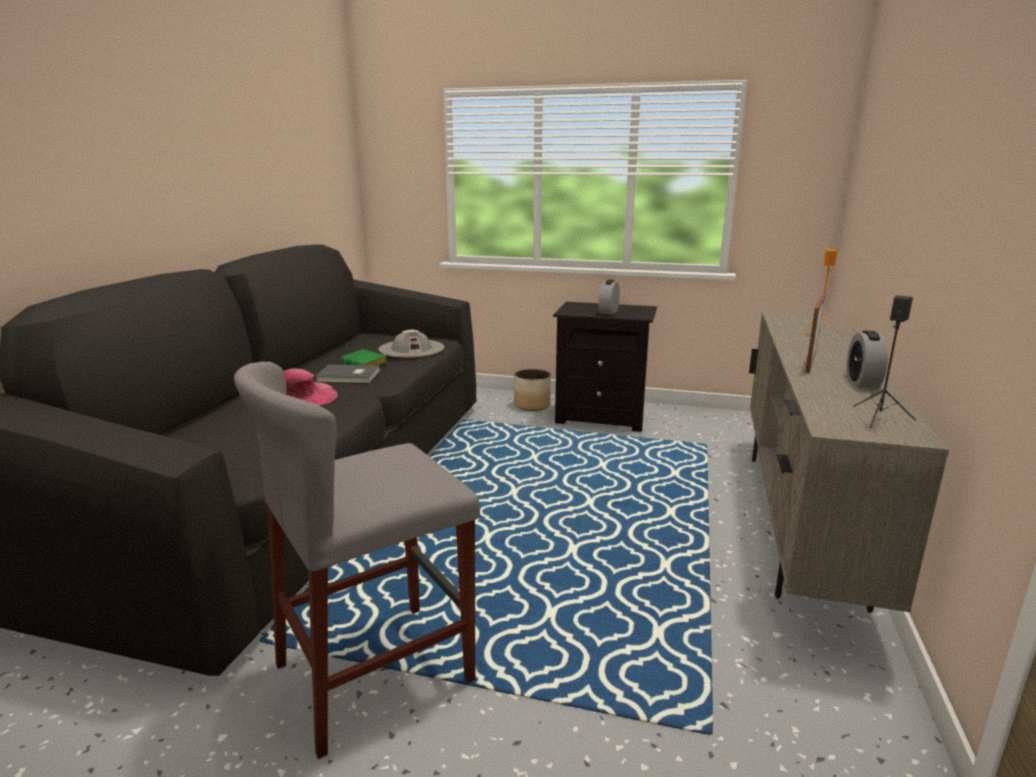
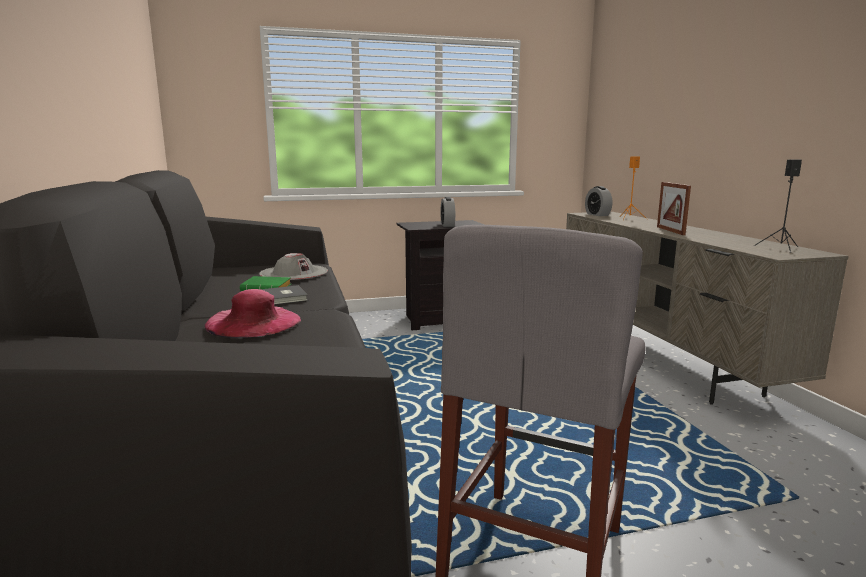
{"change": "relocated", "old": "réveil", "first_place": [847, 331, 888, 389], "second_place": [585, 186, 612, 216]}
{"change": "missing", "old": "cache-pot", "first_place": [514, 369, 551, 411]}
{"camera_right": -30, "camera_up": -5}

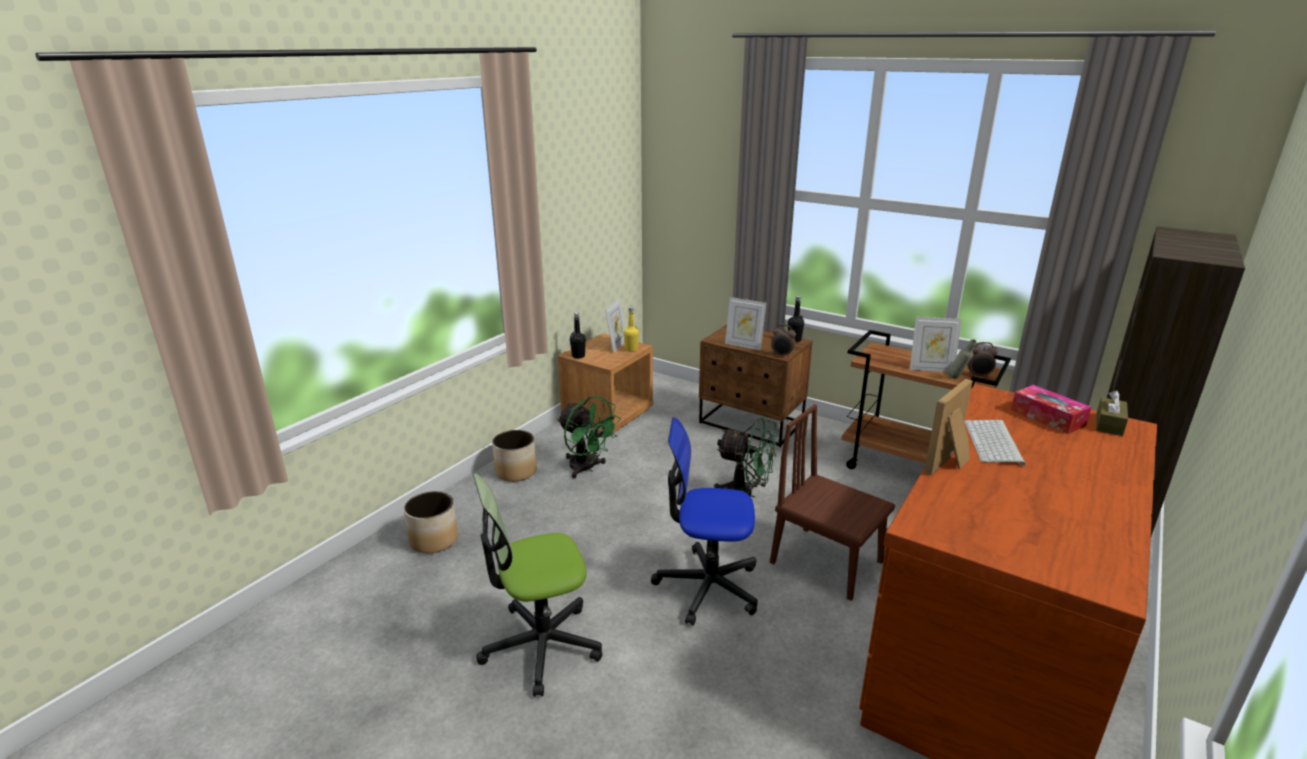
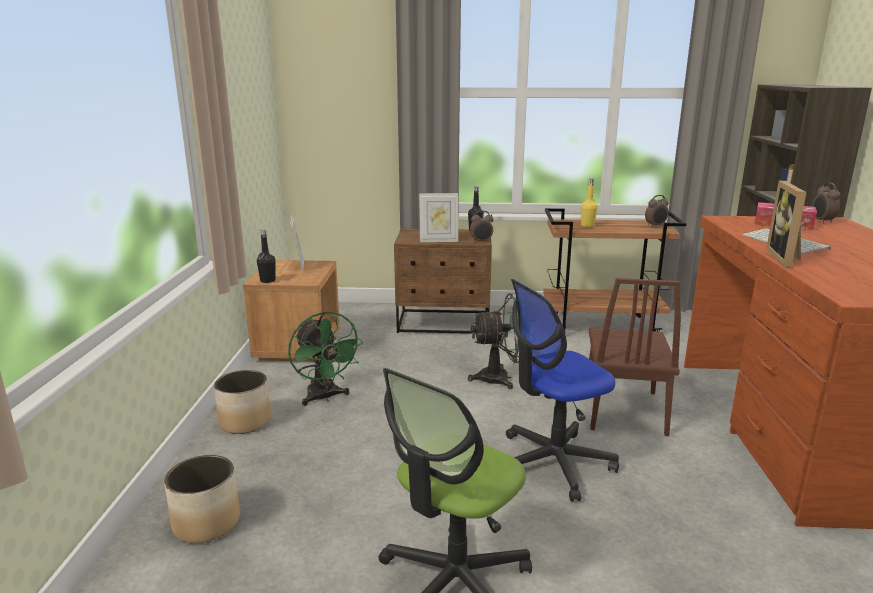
{"change": "spun", "old": "ventilateur/vert", "first_place": [557, 396, 621, 478], "second_place": [288, 311, 363, 406], "degrees": 45}
{"change": "relocated", "old": "bouteille/jaune", "first_place": [623, 307, 639, 352], "second_place": [581, 178, 598, 227]}
{"change": "spun", "old": "chaise/marron", "first_place": [770, 404, 895, 601], "second_place": [589, 278, 681, 436], "degrees": -90}
{"change": "exchanged", "old": "boîte à mouchoirs/marron", "new": "réveil", "first_place": [1096, 390, 1128, 436], "second_place": [812, 182, 840, 224]}
{"change": "missing", "old": "cadre photo", "first_place": [910, 317, 962, 372]}
{"change": "missing", "old": "bouteille/gris", "first_place": [948, 339, 977, 379]}
{"camera_right": -30, "camera_up": -5}

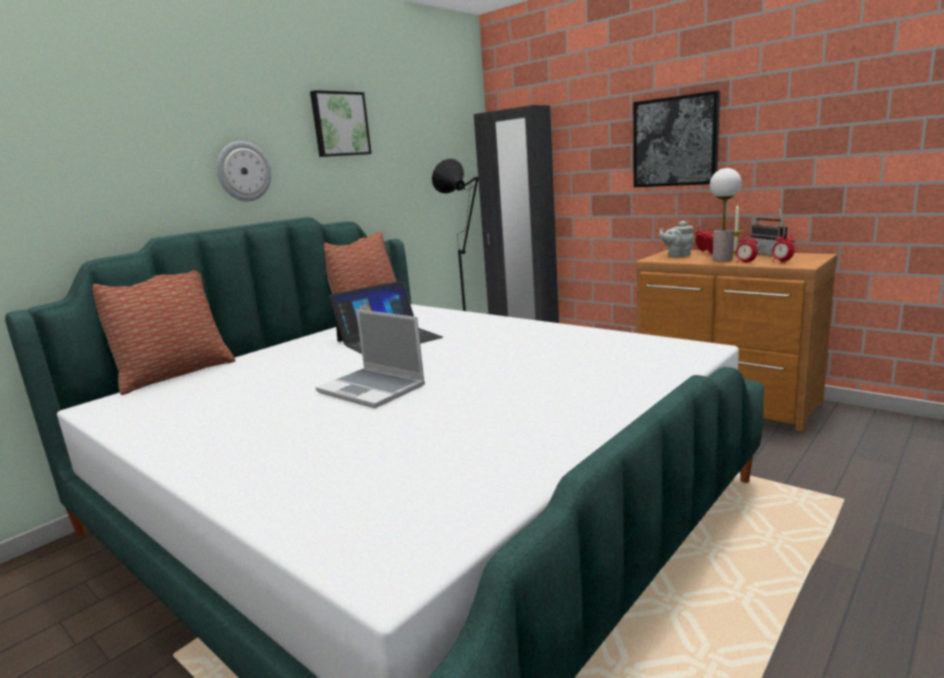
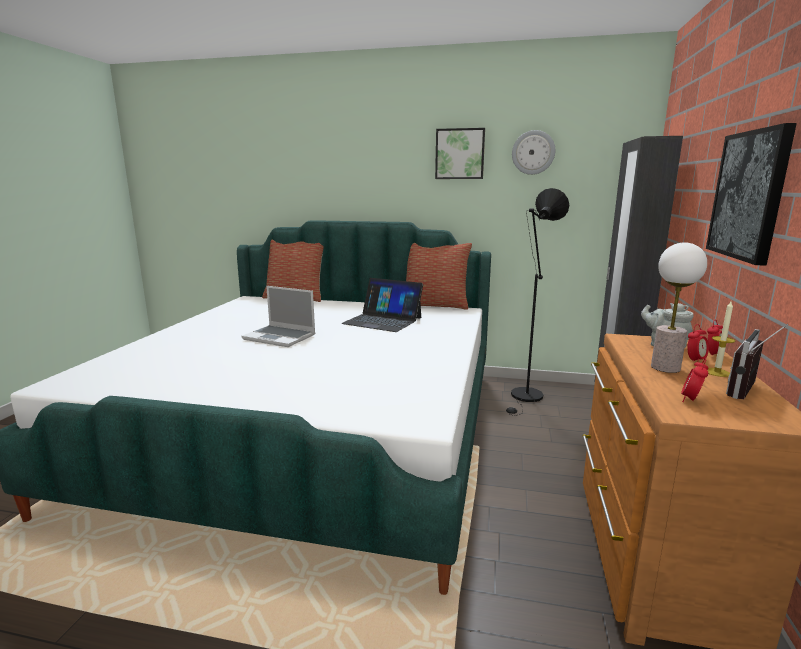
{"change": "spun", "old": "ordinateur portable", "first_place": [315, 309, 425, 408], "second_place": [241, 286, 315, 347], "degrees": -75}
{"change": "relocated", "old": "horloge murale", "first_place": [217, 141, 271, 201], "second_place": [512, 130, 555, 175]}
{"change": "missing", "old": "réveil", "first_place": [736, 234, 758, 264]}
{"camera_right": 60, "camera_up": 0}

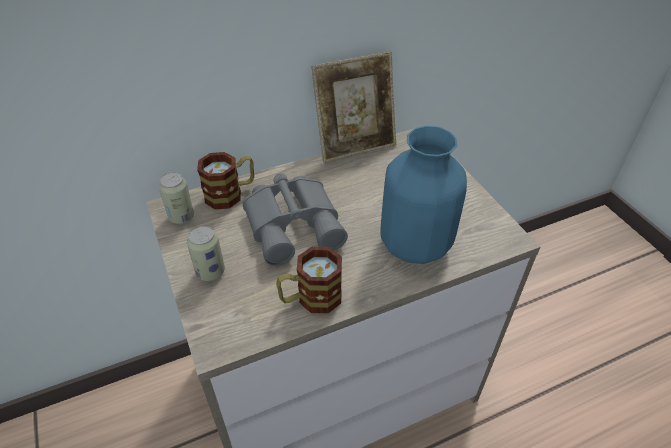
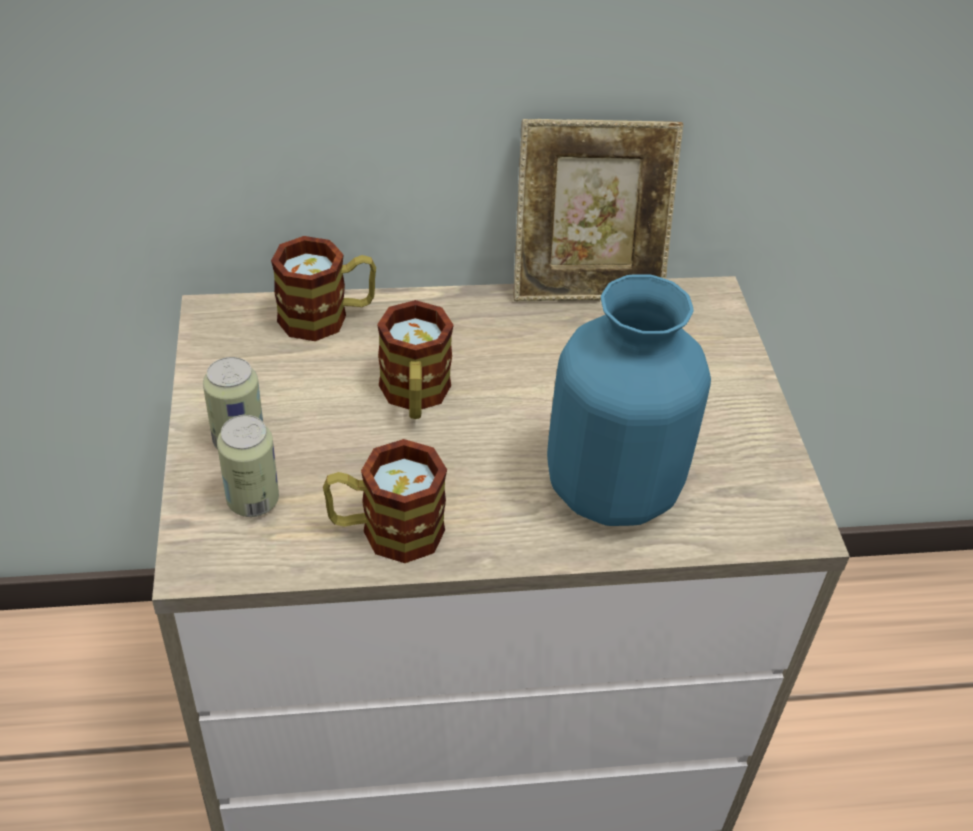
{"change": "relocated", "old": "boîte métallique", "first_place": [159, 172, 194, 224], "second_place": [217, 415, 279, 517]}
{"change": "exchanged", "old": "jumelles/gris", "new": "mug", "first_place": [243, 173, 348, 266], "second_place": [377, 300, 454, 419]}
{"camera_right": 15, "camera_up": 0}

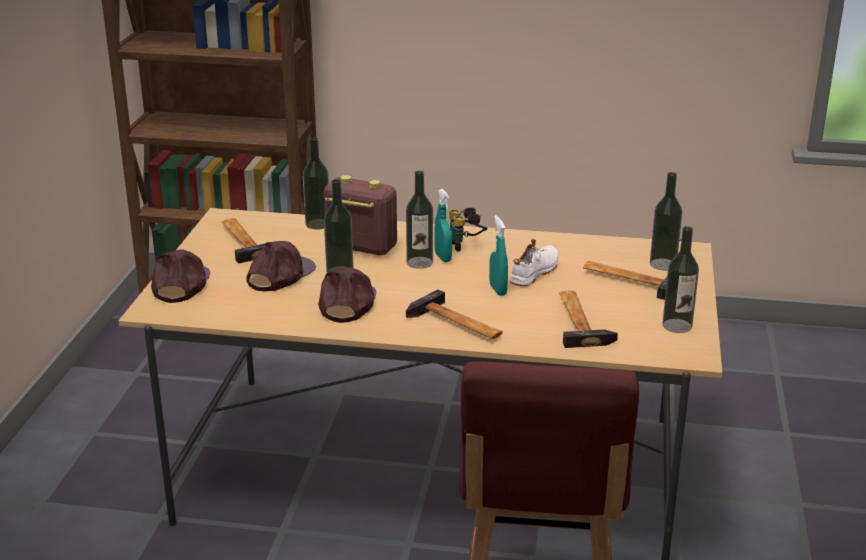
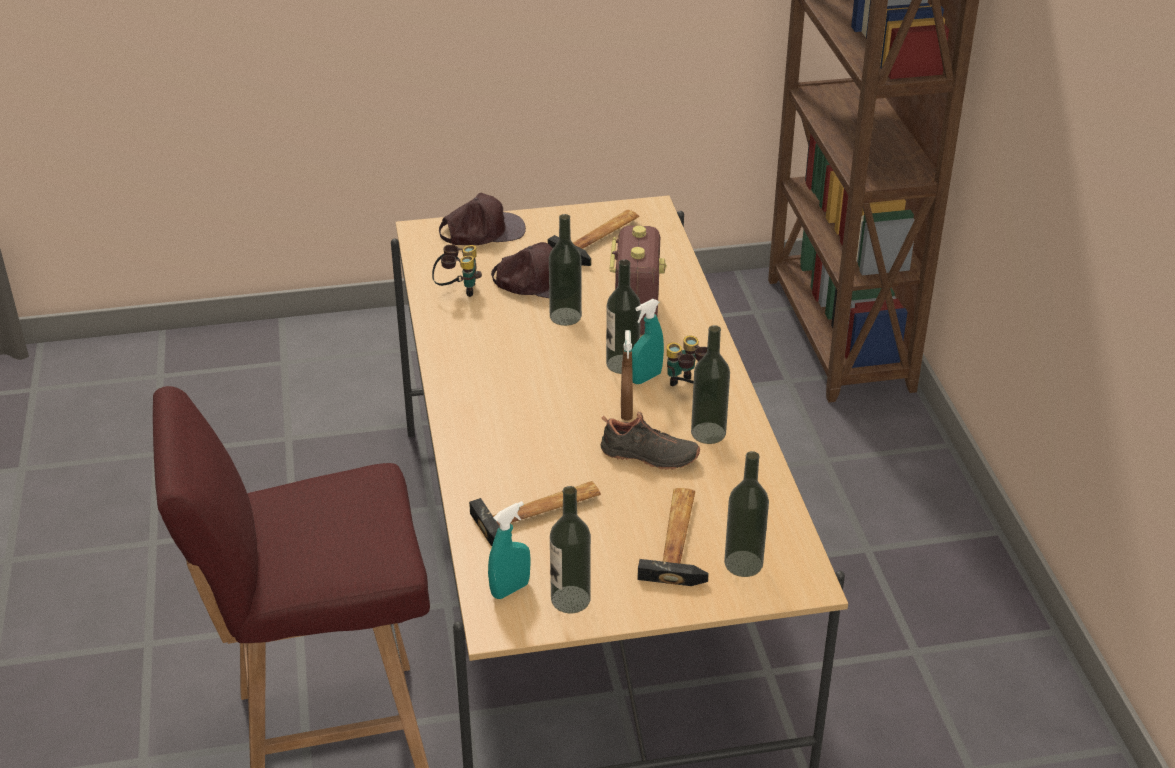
{"change": "appeared", "new": "jumelles", "second_place": [432, 245, 482, 297]}
{"change": "relocated", "old": "vaporisateur/turquoise", "first_place": [489, 215, 508, 296], "second_place": [488, 501, 531, 599]}
{"change": "colour", "old": "chaussure/blanc", "new": "chaussure/noir", "first_place": [510, 238, 558, 286], "second_place": [600, 411, 700, 470]}
{"change": "appeared", "new": "vaporisateur/marron", "second_place": [621, 330, 633, 421]}
{"change": "relocated", "old": "bouteille", "first_place": [303, 137, 329, 230], "second_place": [691, 325, 730, 444]}
{"change": "missing", "old": "casquette/marron", "first_place": [318, 267, 376, 323]}
{"change": "missing", "old": "marteau", "first_place": [406, 289, 503, 339]}
{"camera_right": 70, "camera_up": 10}

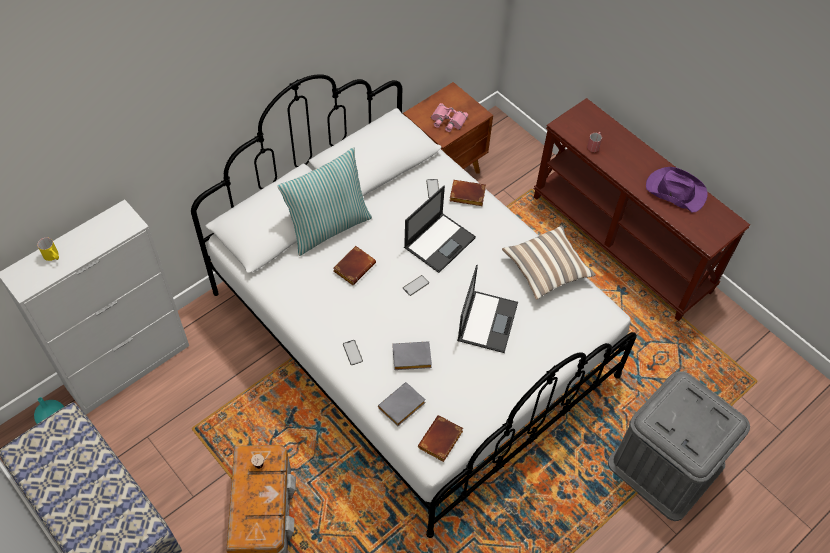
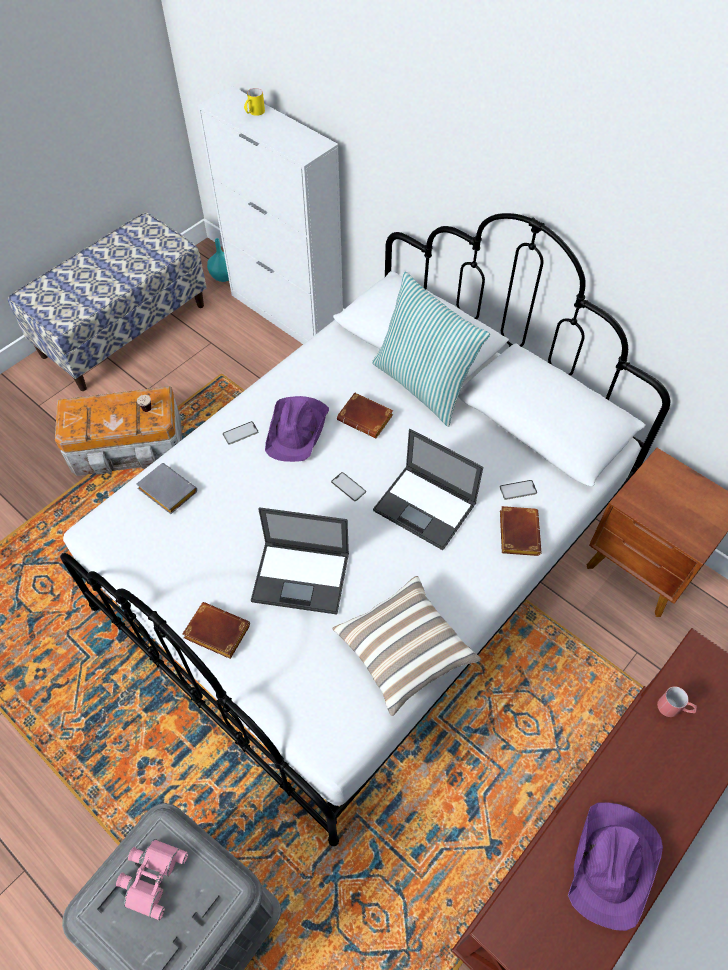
{"change": "relocated", "old": "jumelles/rose", "first_place": [431, 103, 468, 132], "second_place": [116, 839, 188, 920]}
{"change": "relocated", "old": "livre/marron", "first_place": [418, 415, 463, 462], "second_place": [182, 602, 250, 659]}
{"change": "appeared", "new": "chapeau/violet", "second_place": [265, 396, 329, 462]}
{"change": "missing", "old": "livre/gris", "first_place": [393, 341, 432, 370]}
{"camera_right": 85, "camera_up": 0}

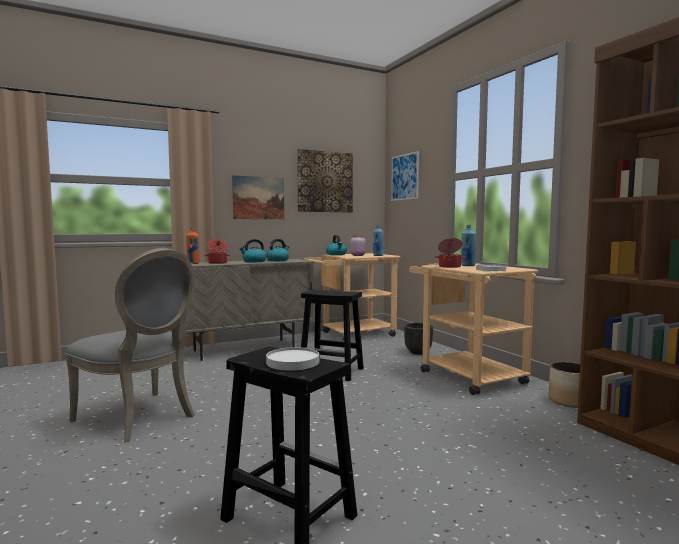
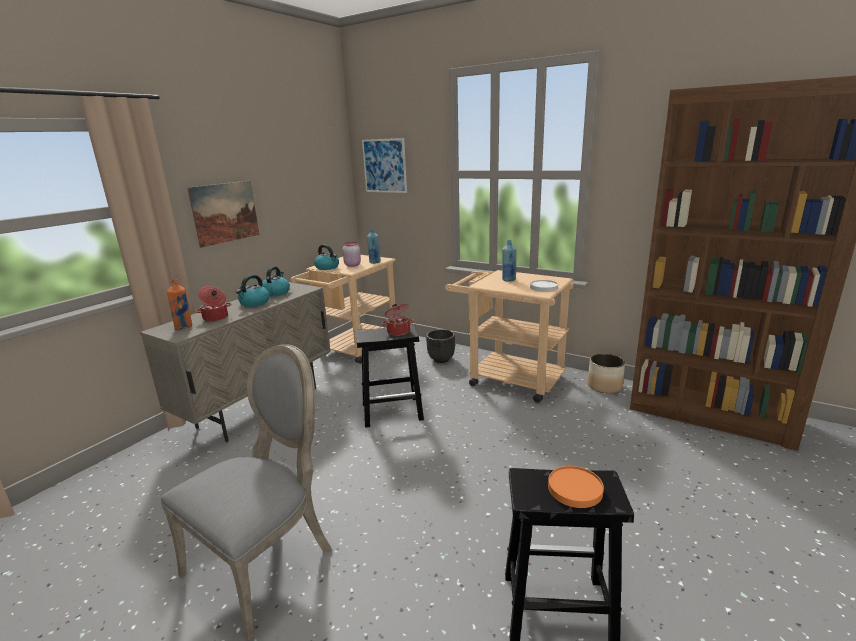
{"change": "spun", "old": "chaise/gris", "first_place": [65, 248, 195, 442], "second_place": [161, 344, 332, 640], "degrees": -60}
{"change": "relocated", "old": "marmite", "first_place": [435, 238, 466, 268], "second_place": [381, 304, 414, 336]}
{"change": "colour", "old": "assiette/blanc", "new": "assiette/orange", "first_place": [266, 347, 319, 370], "second_place": [548, 466, 604, 508]}
{"change": "missing", "old": "tableau", "first_place": [297, 149, 353, 212]}
{"camera_right": -30, "camera_up": 15}

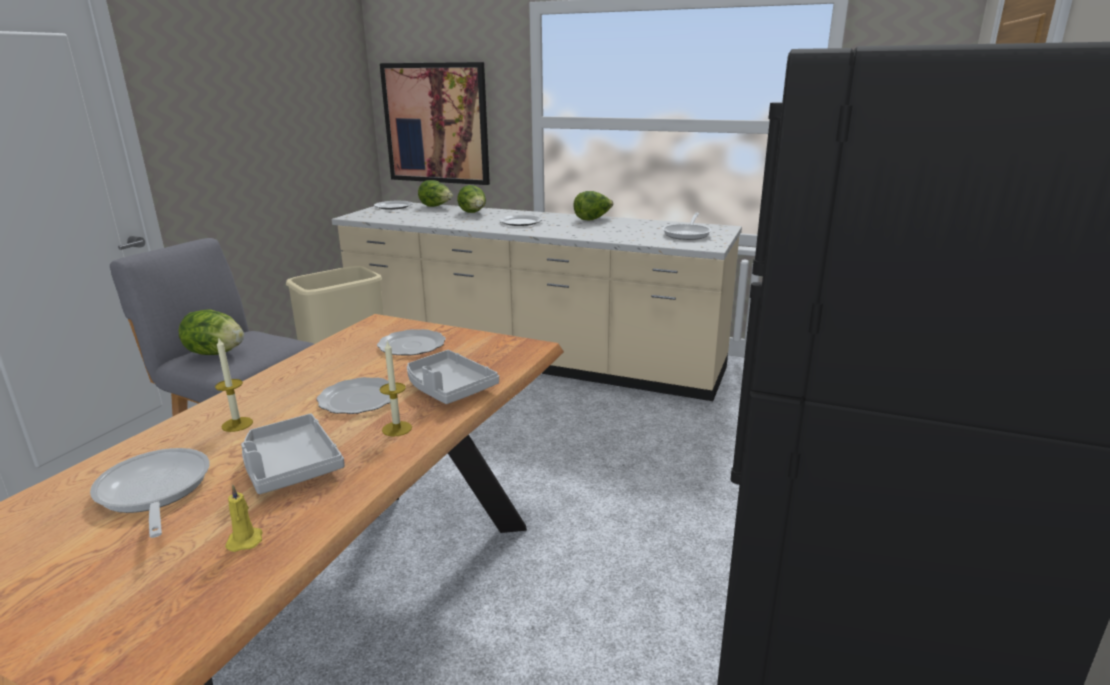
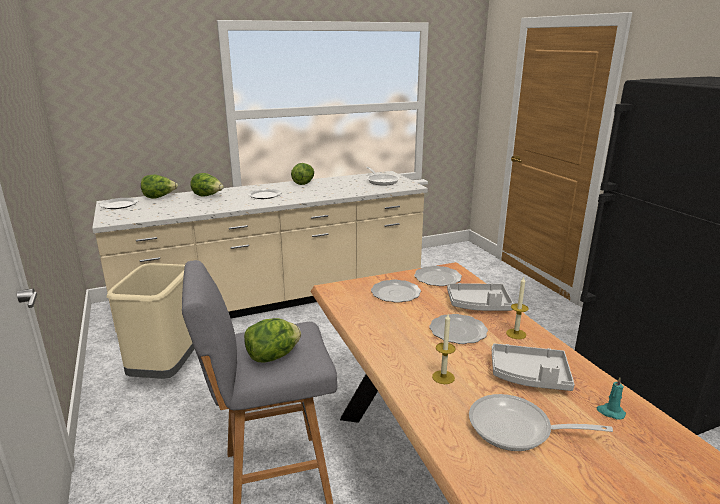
{"change": "appeared", "new": "assiette", "second_place": [414, 266, 462, 286]}
{"change": "colour", "old": "bougie/jaune", "new": "bougie/turquoise", "first_place": [225, 485, 262, 552], "second_place": [597, 377, 626, 420]}
{"change": "missing", "old": "tableau", "first_place": [380, 62, 490, 185]}
{"camera_right": -45, "camera_up": 0}

